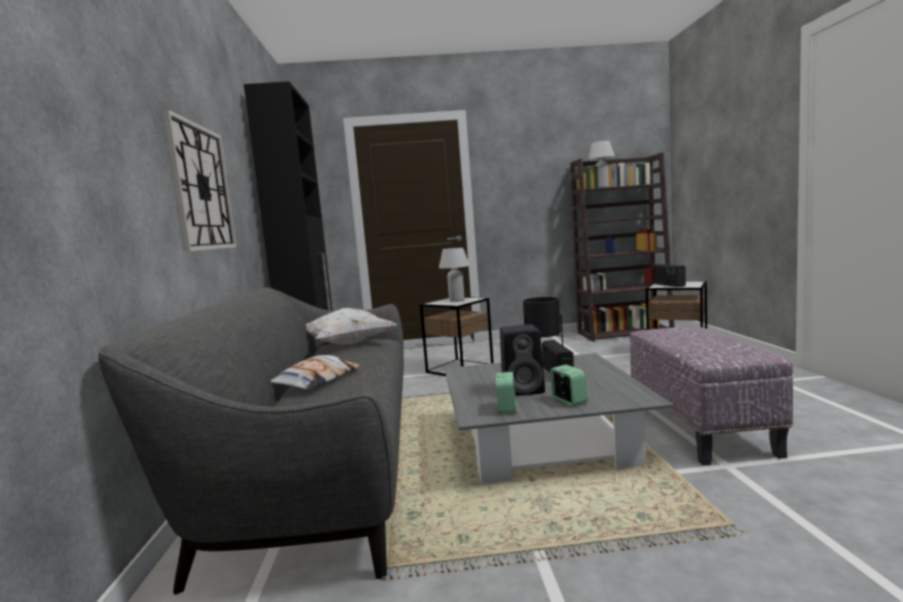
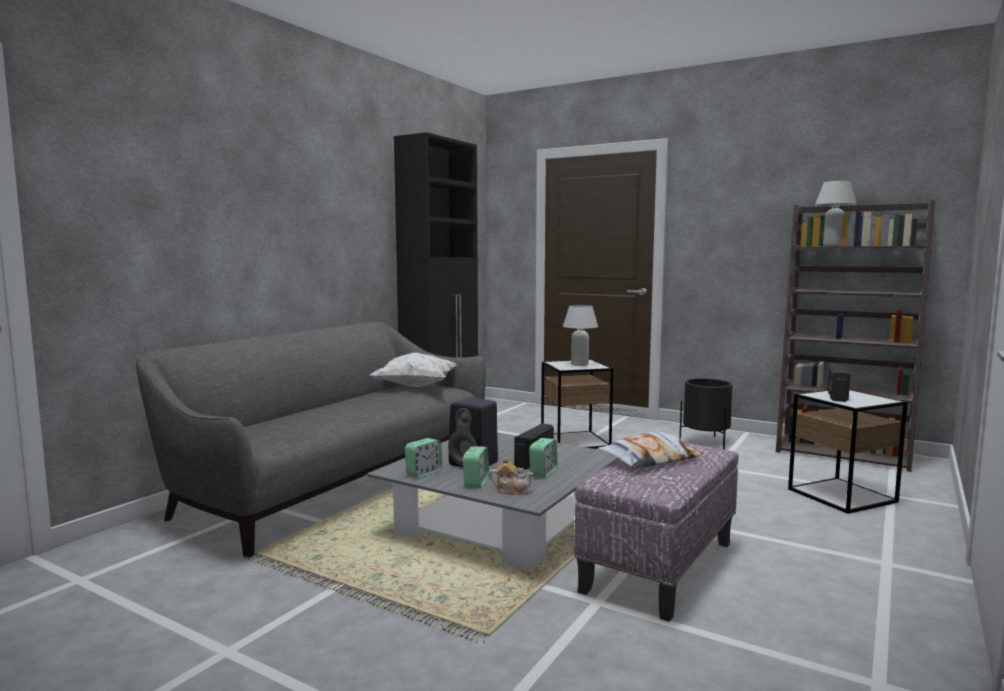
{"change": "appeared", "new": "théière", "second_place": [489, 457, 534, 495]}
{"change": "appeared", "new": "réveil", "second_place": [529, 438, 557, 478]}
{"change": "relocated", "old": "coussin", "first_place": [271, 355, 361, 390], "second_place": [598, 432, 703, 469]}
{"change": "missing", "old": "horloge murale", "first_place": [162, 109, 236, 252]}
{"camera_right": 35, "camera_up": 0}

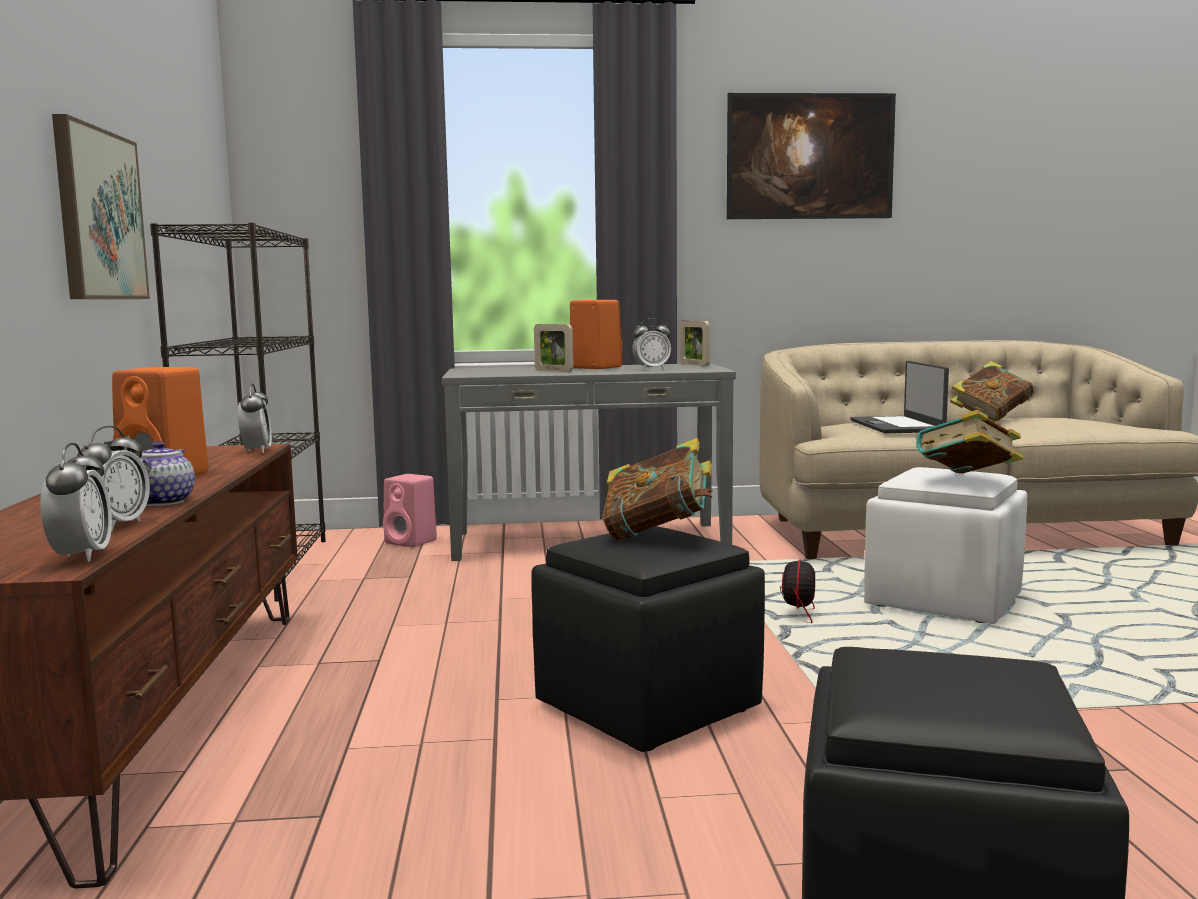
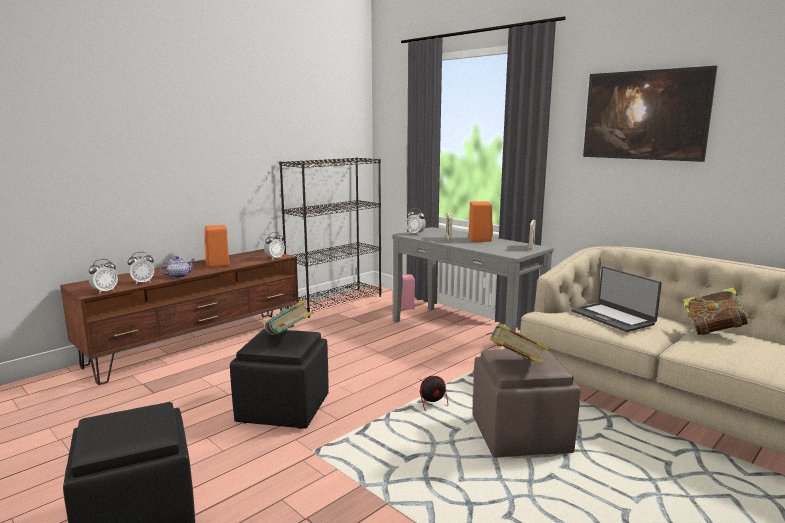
{"change": "relocated", "old": "réveil", "first_place": [632, 318, 671, 370], "second_place": [406, 208, 426, 235]}
{"change": "colour", "old": "pouf/blanc", "new": "pouf/marron", "first_place": [864, 467, 1027, 624], "second_place": [473, 349, 580, 458]}
{"change": "spun", "old": "ordinateur portable", "first_place": [851, 361, 949, 434], "second_place": [571, 266, 662, 332], "degrees": -75}
{"change": "missing", "old": "tableau", "first_place": [52, 114, 150, 299]}
{"camera_right": 50, "camera_up": 5}

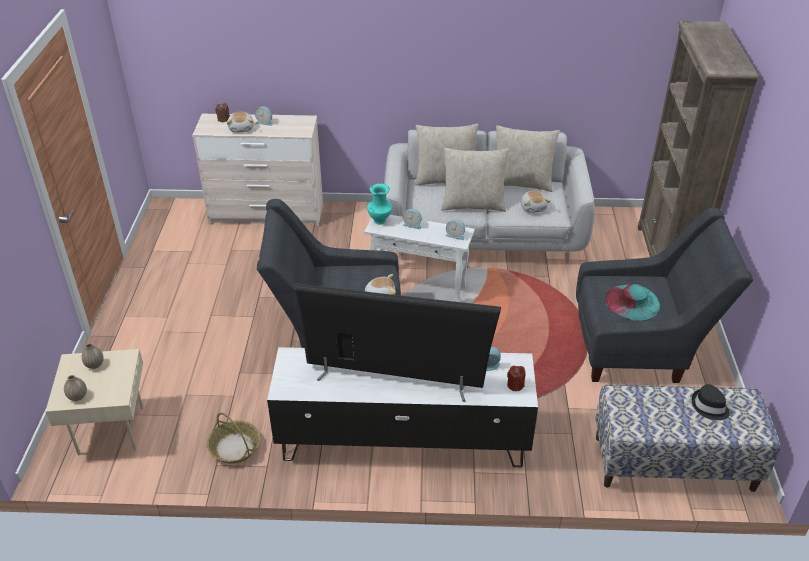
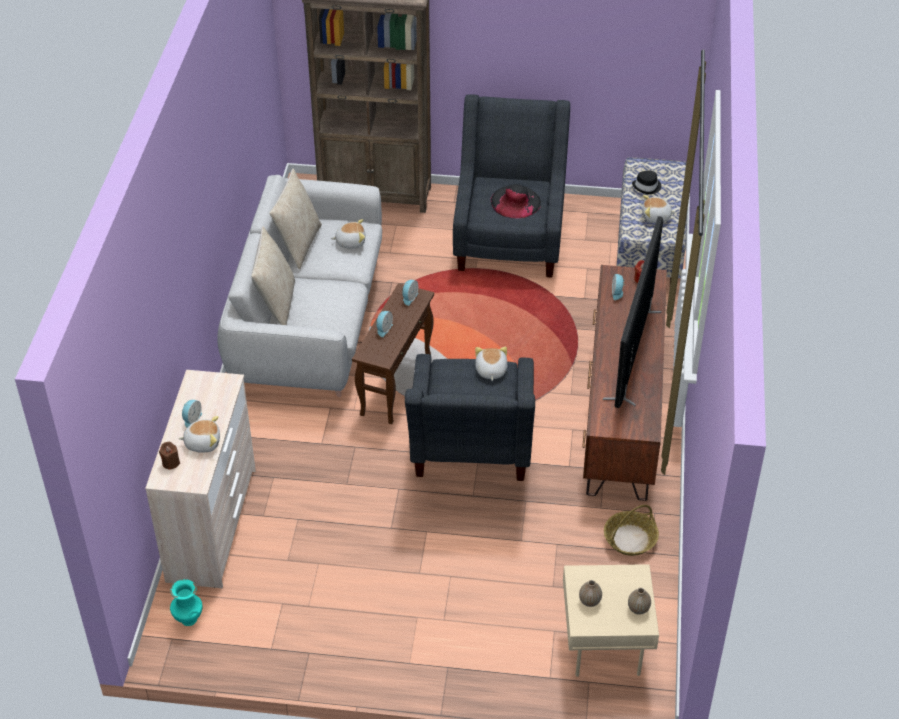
{"change": "relocated", "old": "vase/turquoise", "first_place": [367, 183, 392, 225], "second_place": [170, 579, 203, 626]}
{"change": "colour", "old": "table d'appoint/blanc", "new": "table d'appoint/marron", "first_place": [364, 215, 475, 302], "second_place": [352, 283, 434, 424]}
{"change": "colour", "old": "chapeau/turquoise", "new": "chapeau/noir", "first_place": [605, 284, 660, 320], "second_place": [490, 184, 541, 219]}
{"change": "colour", "old": "meuble télé/blanc", "new": "meuble télé/marron", "first_place": [267, 347, 538, 467], "second_place": [582, 265, 667, 501]}
{"change": "appeared", "new": "peluche", "second_place": [642, 195, 676, 223]}
{"change": "missing", "old": "coussin/beige", "first_place": [441, 148, 509, 212]}
{"camera_right": -85, "camera_up": 5}

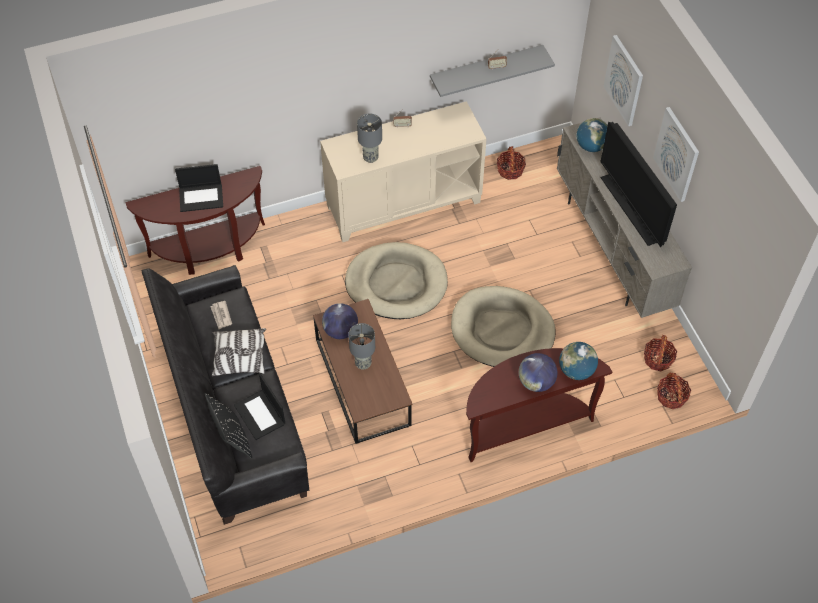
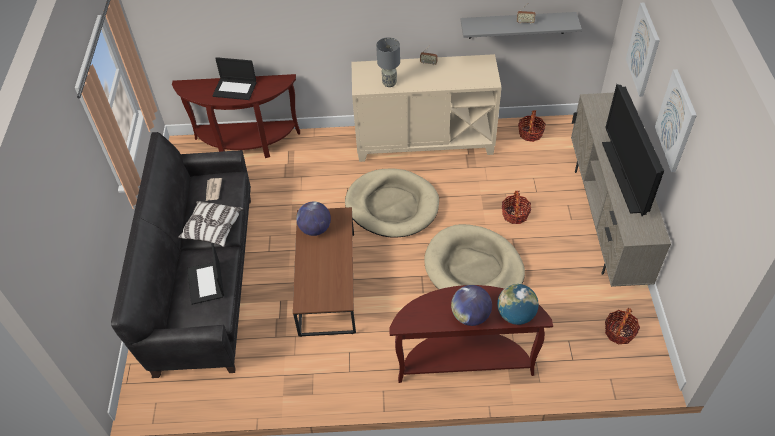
{"change": "relocated", "old": "panier", "first_place": [657, 372, 691, 409], "second_place": [502, 191, 531, 224]}
{"change": "missing", "old": "coussin/noir", "first_place": [205, 393, 252, 458]}
{"change": "missing", "old": "lampe de table/gris", "first_place": [348, 323, 375, 370]}
{"change": "missing", "old": "globe", "first_place": [577, 118, 608, 152]}
{"camera_right": 20, "camera_up": -5}

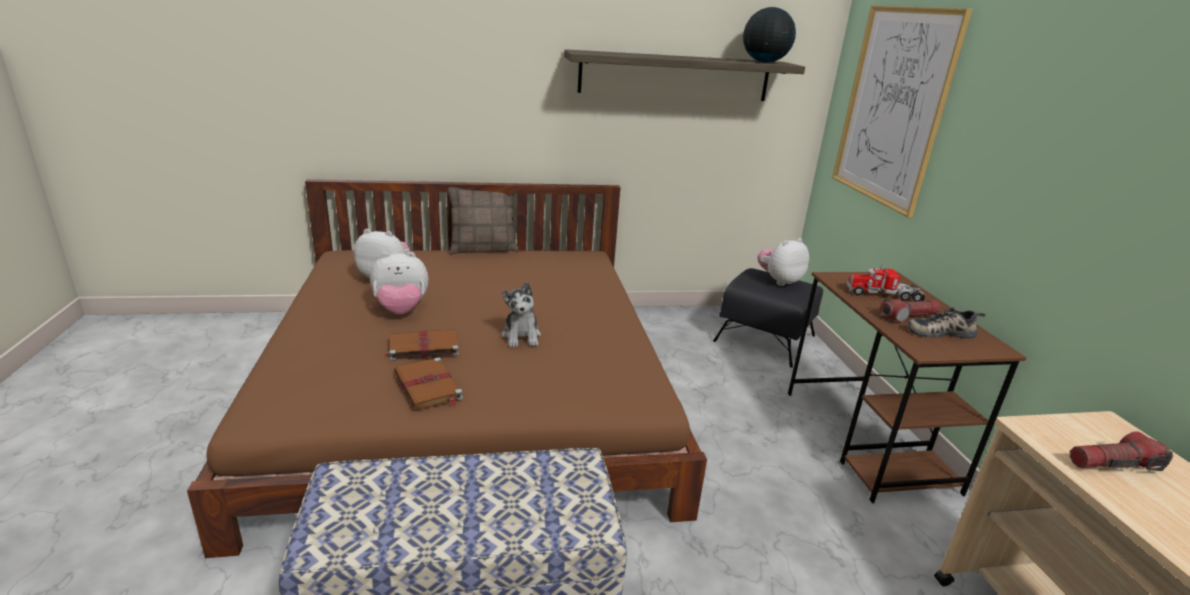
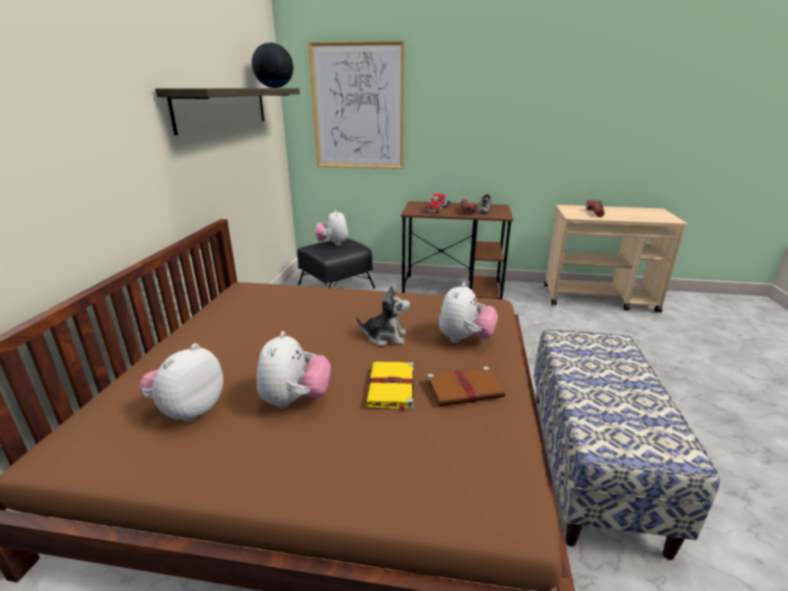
{"change": "colour", "old": "livre/marron", "new": "livre/jaune", "first_place": [384, 329, 459, 361], "second_place": [366, 362, 414, 413]}
{"change": "appeared", "new": "peluche", "second_place": [439, 282, 498, 343]}
{"change": "missing", "old": "coussin", "first_place": [447, 187, 519, 254]}
{"camera_right": -70, "camera_up": 0}

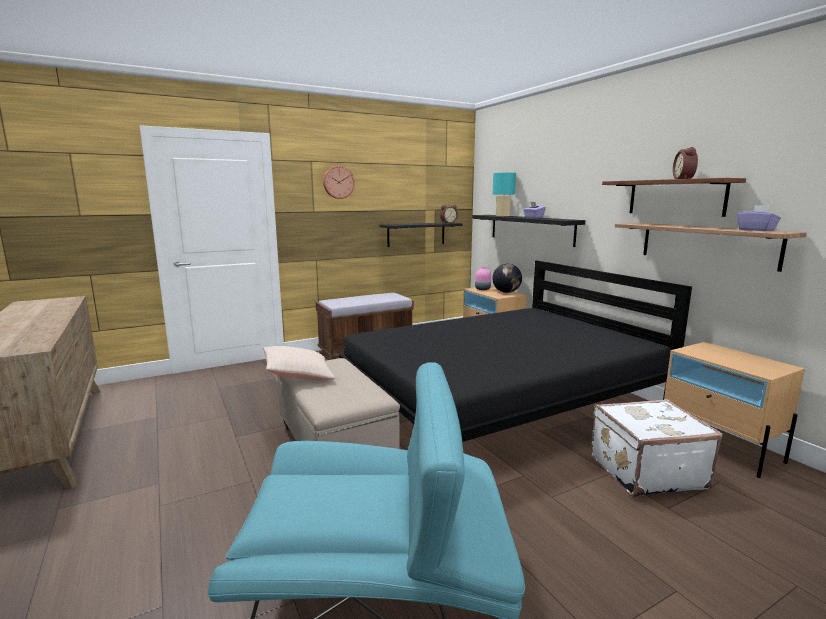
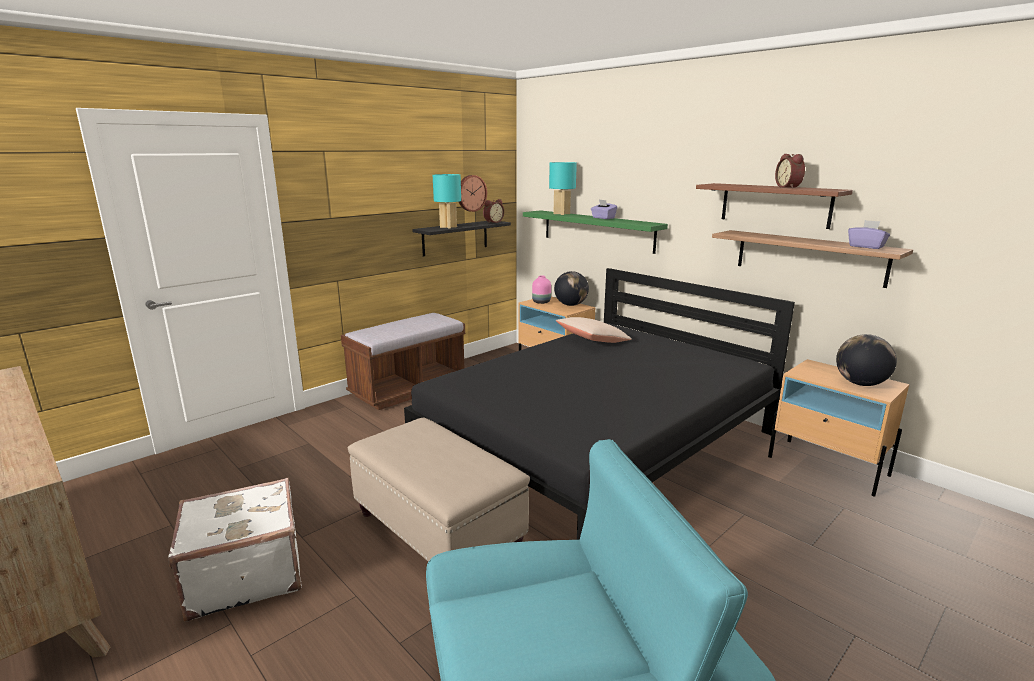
{"change": "relocated", "old": "valise/blanc", "first_place": [591, 399, 723, 497], "second_place": [168, 478, 302, 622]}
{"change": "appeared", "new": "lampe de table/turquoise", "second_place": [433, 174, 461, 229]}
{"change": "relocated", "old": "horloge murale", "first_place": [323, 166, 355, 199], "second_place": [459, 175, 487, 212]}
{"change": "colour", "old": "étagère/noir", "new": "étagère/vert", "first_place": [472, 215, 585, 247], "second_place": [523, 210, 668, 254]}
{"change": "relocated", "old": "coussin/beige", "first_place": [263, 346, 335, 381], "second_place": [556, 317, 632, 343]}
{"change": "appeared", "new": "globe", "second_place": [836, 334, 897, 386]}
{"camera_right": -15, "camera_up": 5}

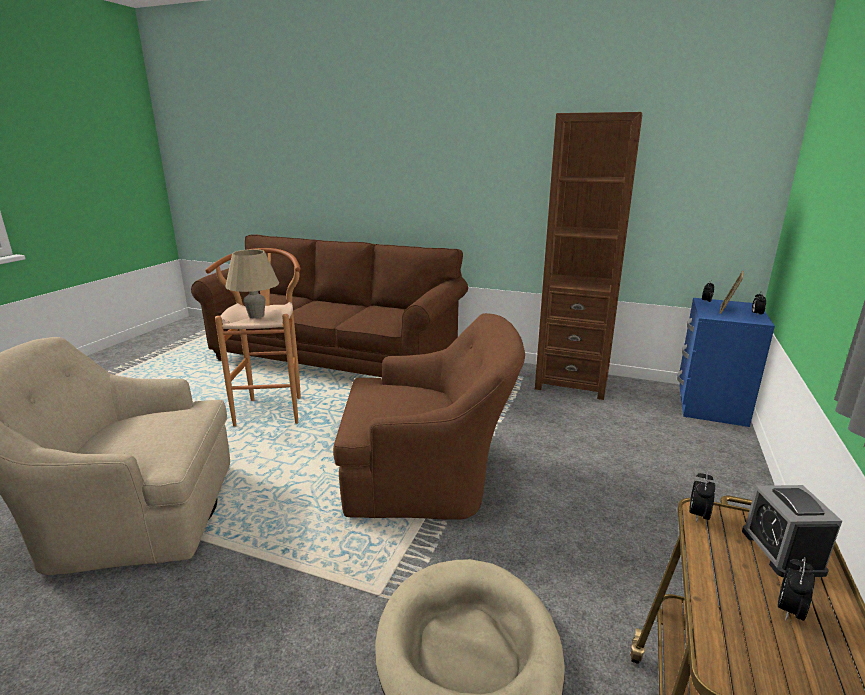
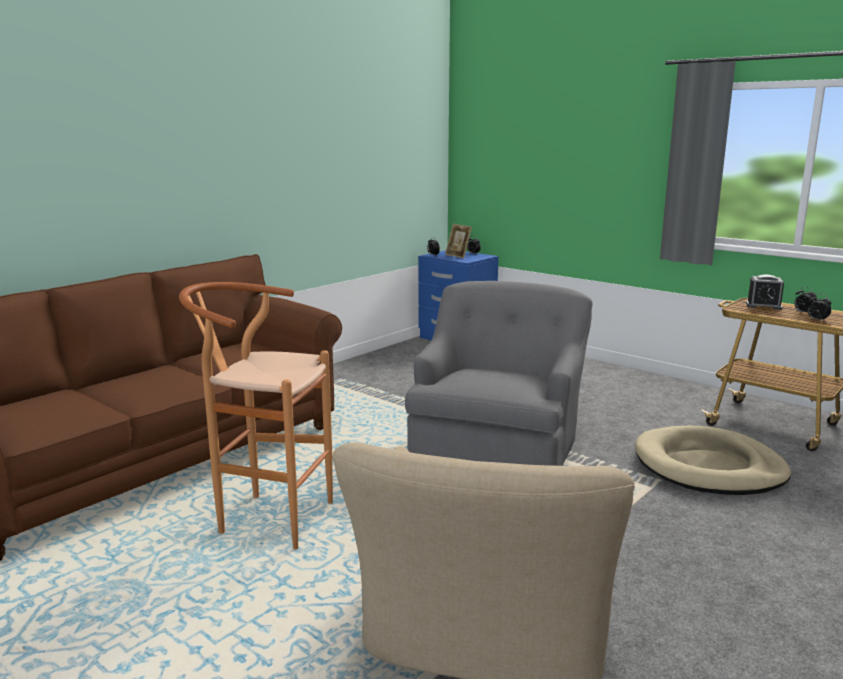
{"change": "colour", "old": "fauteuil/marron", "new": "fauteuil/gris", "first_place": [333, 313, 525, 520], "second_place": [405, 281, 593, 466]}
{"change": "relocated", "old": "réveil", "first_place": [689, 470, 715, 523], "second_place": [808, 294, 832, 322]}
{"change": "missing", "old": "lampe de table/beige", "first_place": [225, 249, 279, 318]}
{"change": "missing", "old": "bibliothèque/marron", "first_place": [535, 112, 642, 400]}
{"camera_right": -70, "camera_up": -5}

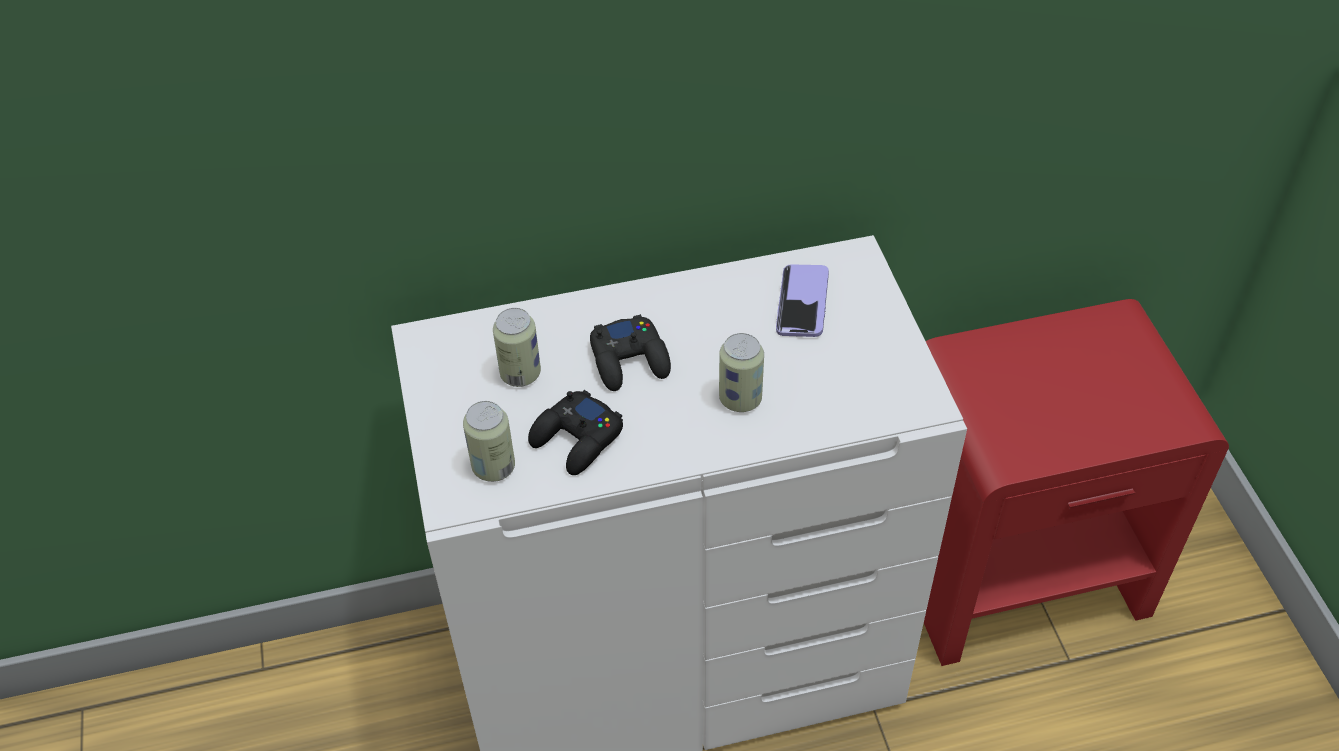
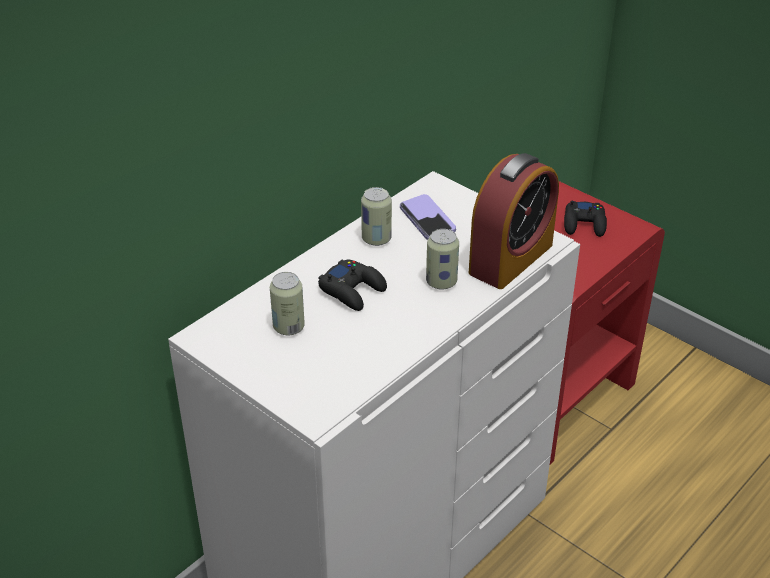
{"change": "relocated", "old": "boîte métallique", "first_place": [463, 401, 515, 482], "second_place": [361, 187, 392, 246]}
{"change": "appeared", "new": "réveil", "second_place": [469, 153, 559, 289]}
{"change": "relocated", "old": "manette/noir", "first_place": [528, 390, 623, 475], "second_place": [564, 201, 607, 237]}
{"camera_right": -35, "camera_up": -10}

